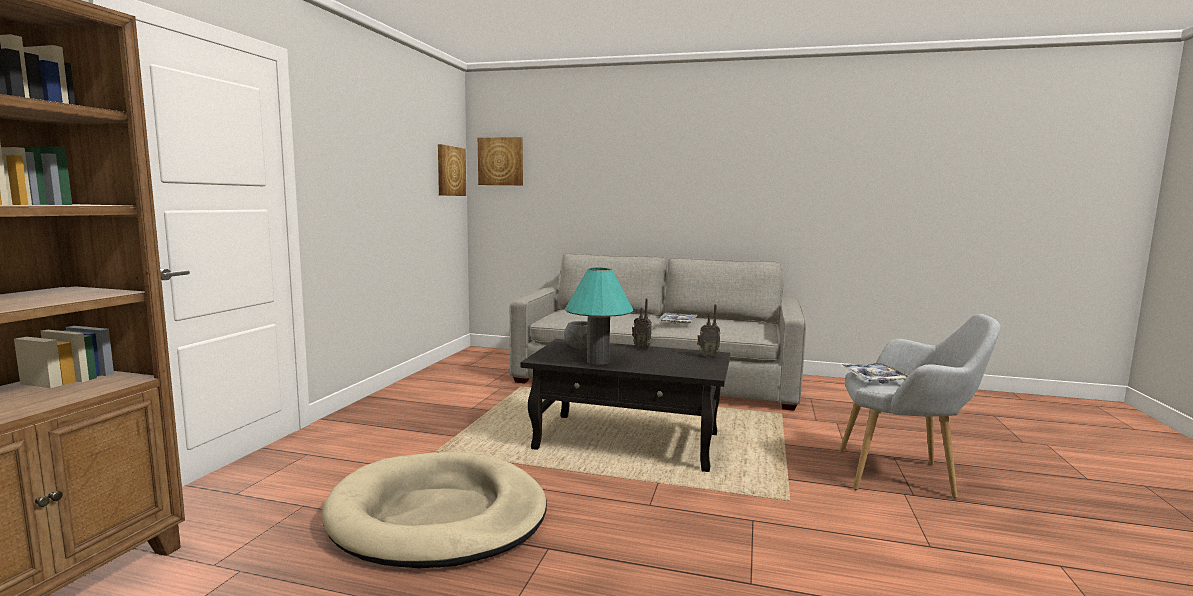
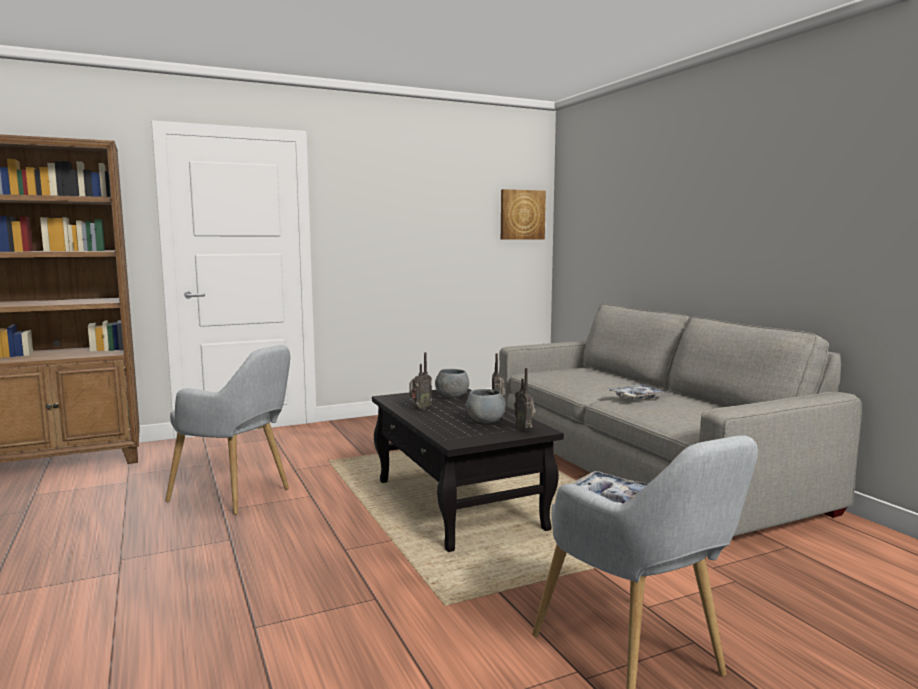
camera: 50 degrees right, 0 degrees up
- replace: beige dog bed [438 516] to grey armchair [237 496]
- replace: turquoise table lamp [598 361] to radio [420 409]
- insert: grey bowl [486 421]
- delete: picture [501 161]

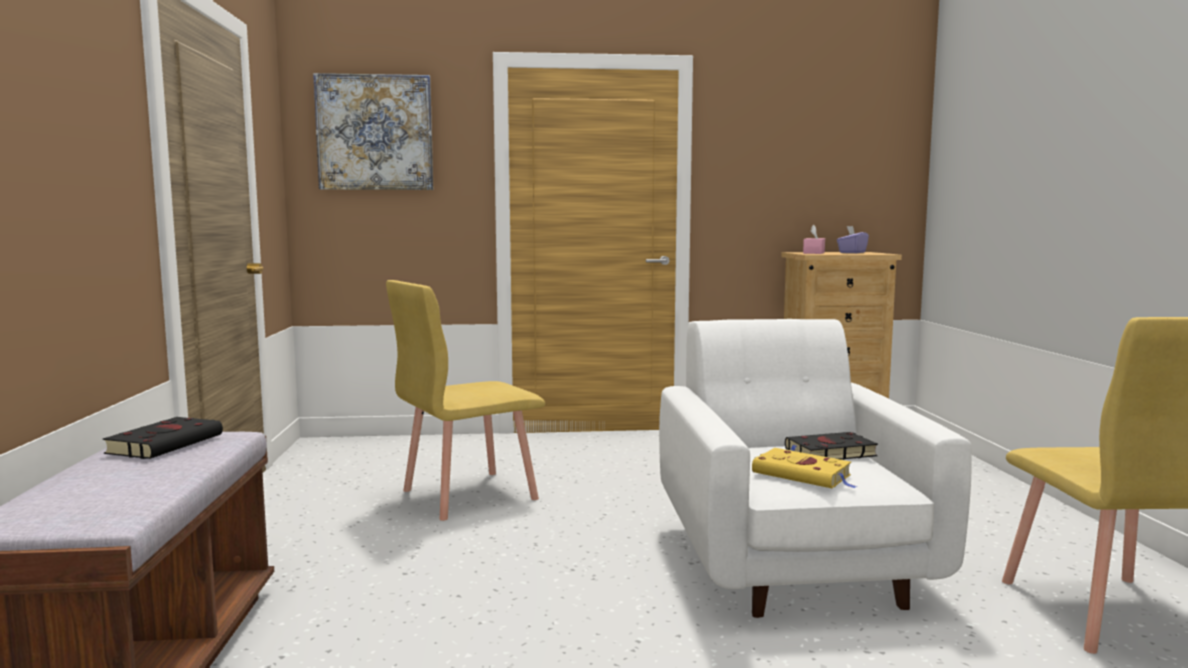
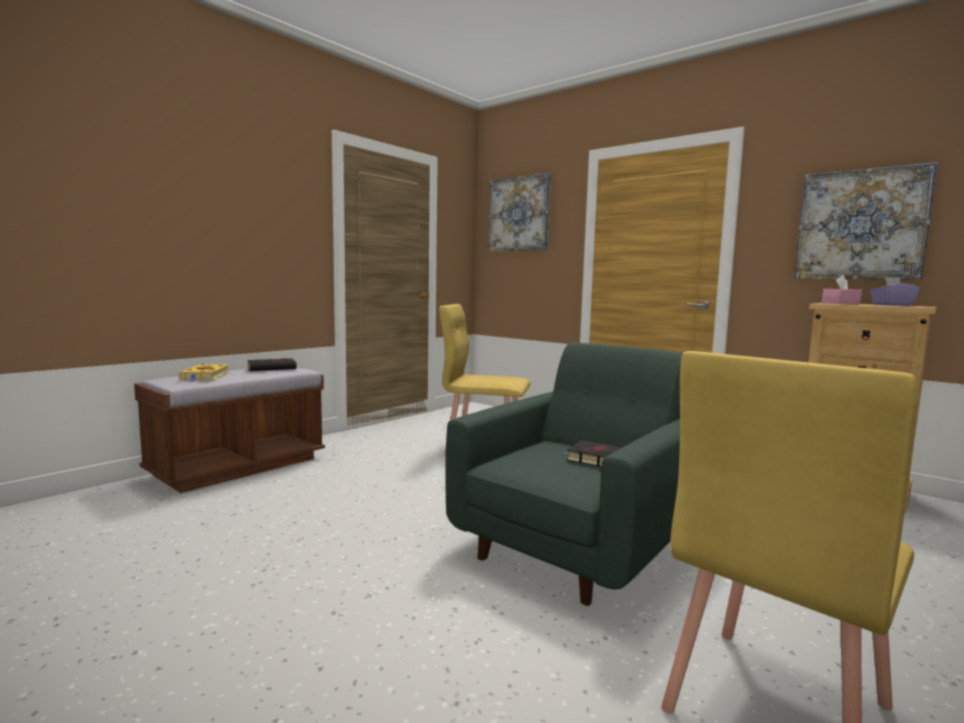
camera: 45 degrees right, 0 degrees up
- move: yellow book [804 475] to [205 376]
- recolor: white armchair [790 559] to green armchair [581 544]
- insert: picture [861 225]

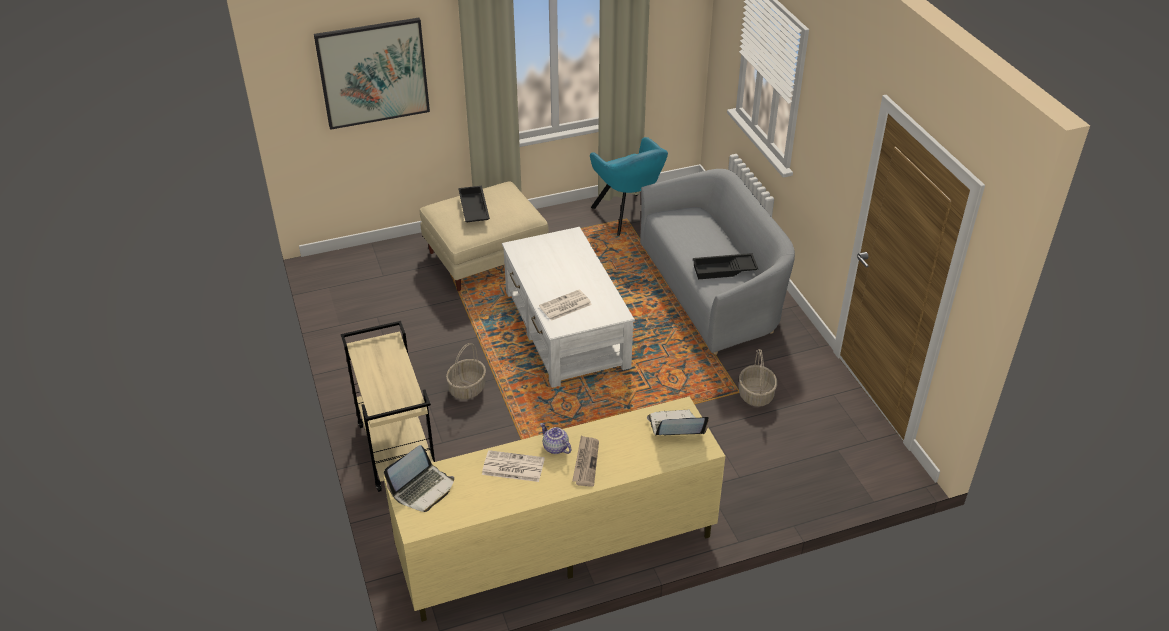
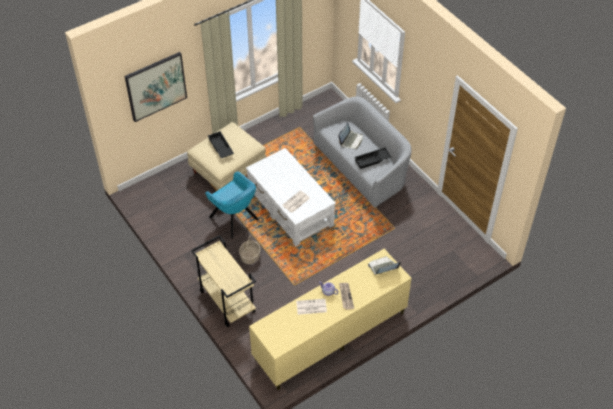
camera: 15 degrees left, 10 degrees up
- move: turquoise armchair [629 216] to [235 219]
- move: laptop [423 489] to [351 140]
- delete: basket [756 395]

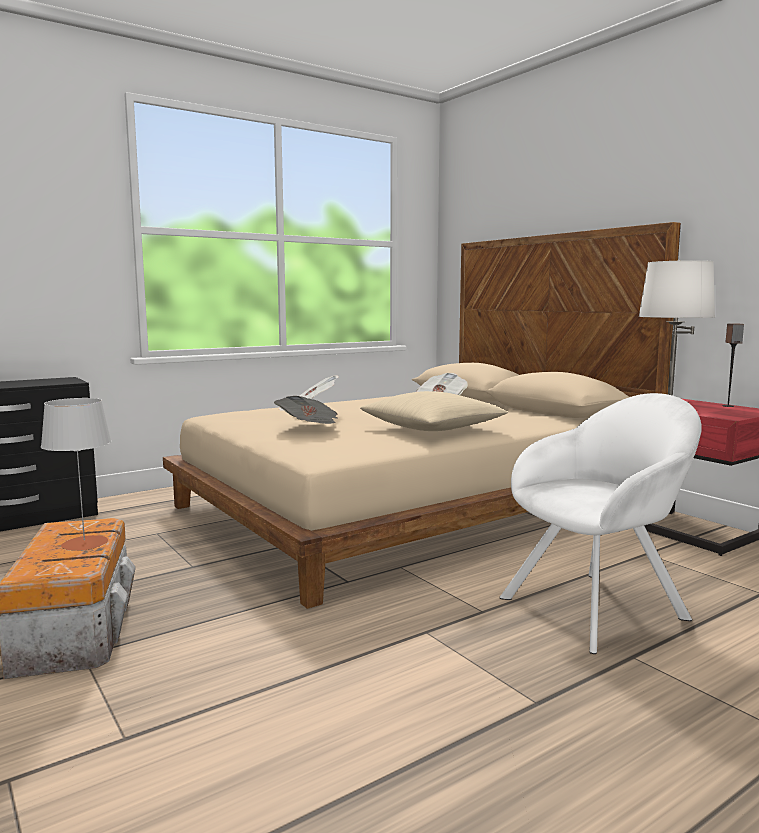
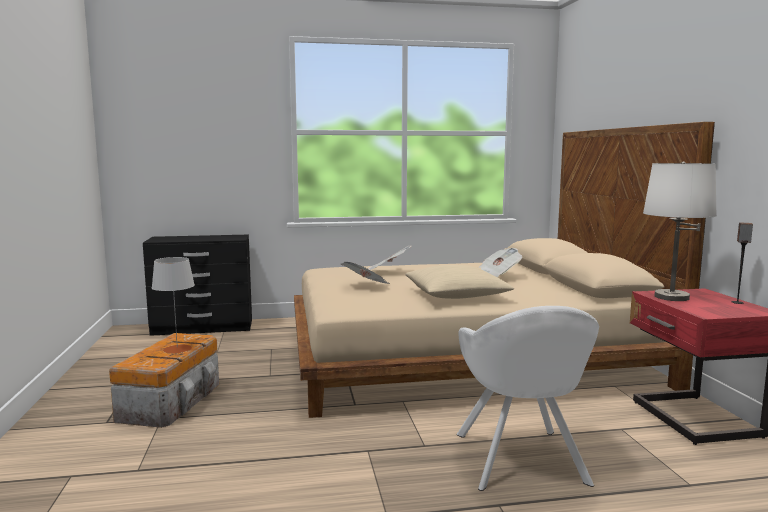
camera: 25 degrees right, 0 degrees up
- rotate: white armchair [600 606] = [521 462] 90 degrees clockwise

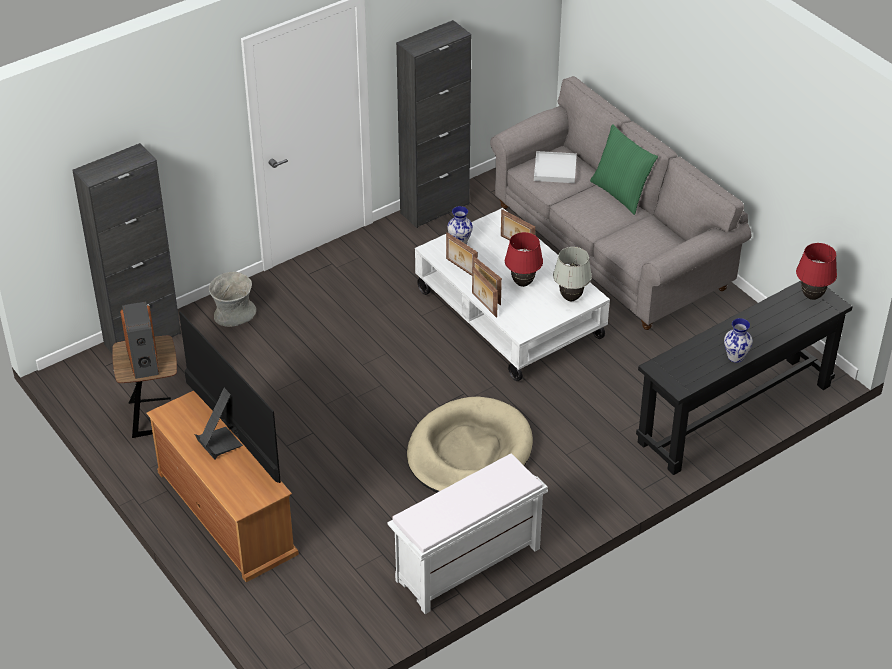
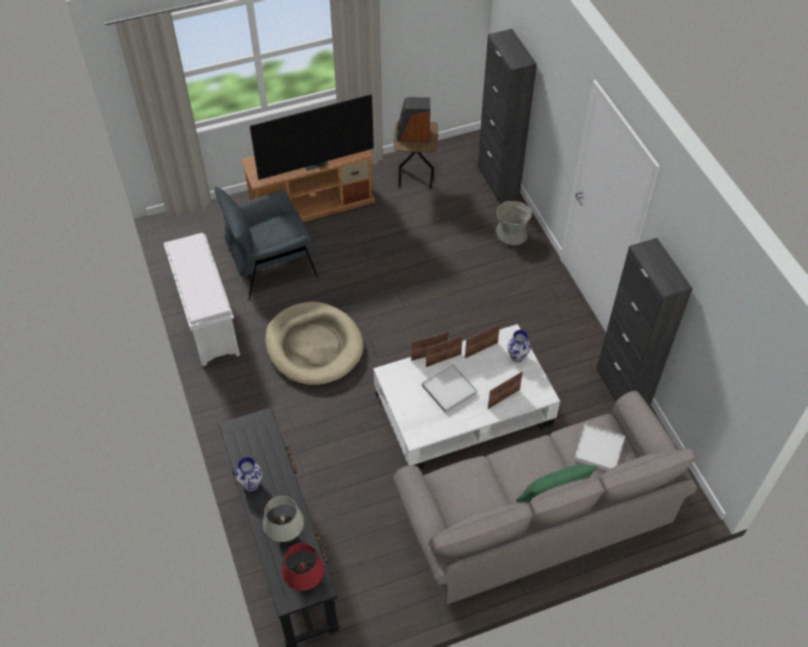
camera: 105 degrees right, 10 degrees up
- insert: grey armchair [271 264]
- move: white table lamp [571 298] to [286 536]
- replace: red table lamp [523 283] to white tray [449 389]

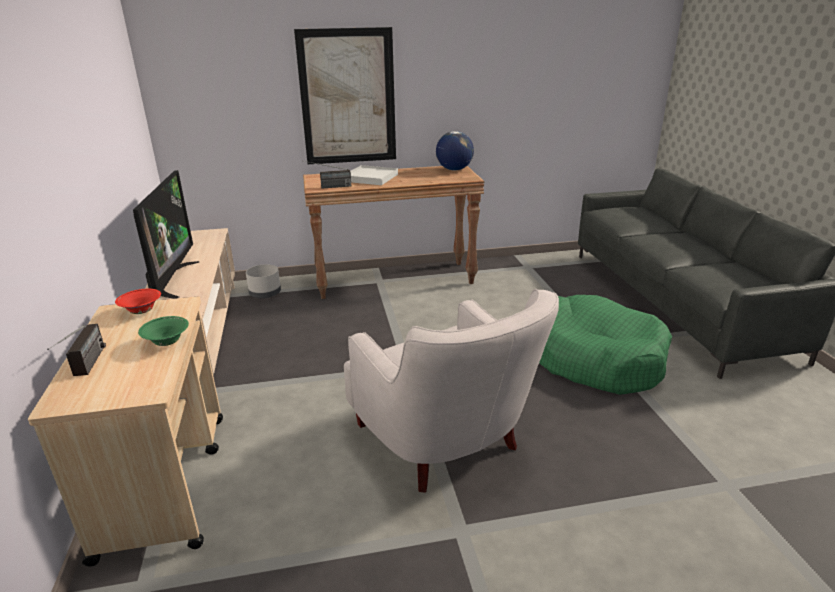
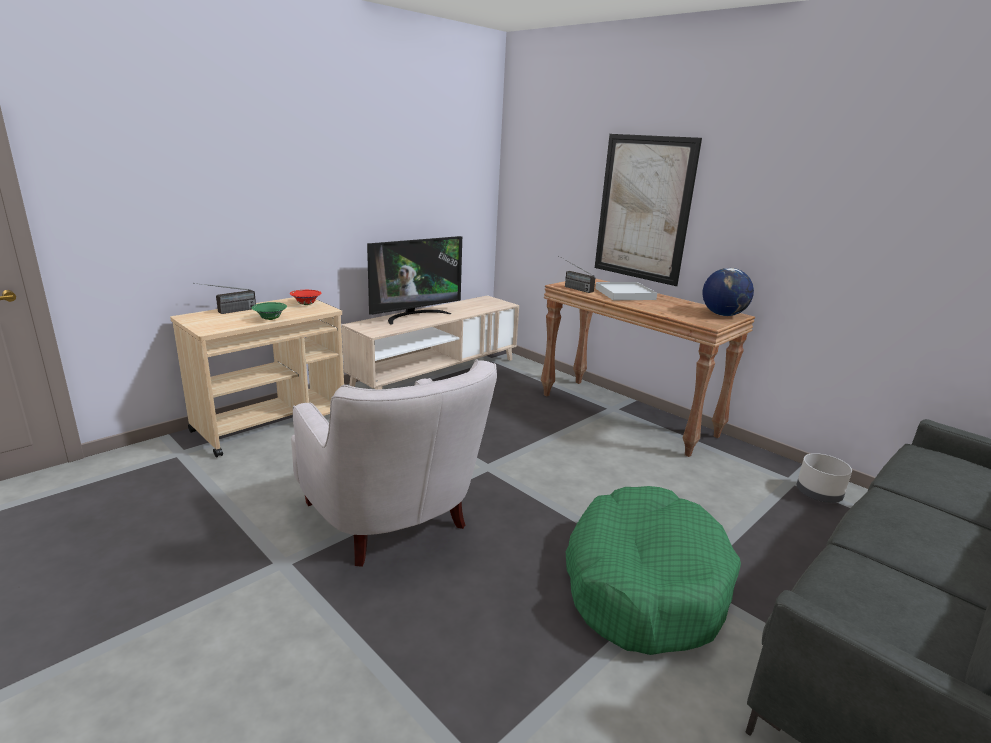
camera: 55 degrees right, 5 degrees down
- rotate: white armchair [445 442] = [393 521] 60 degrees counterclockwise
- move: grey planter [265 293] to [819 494]

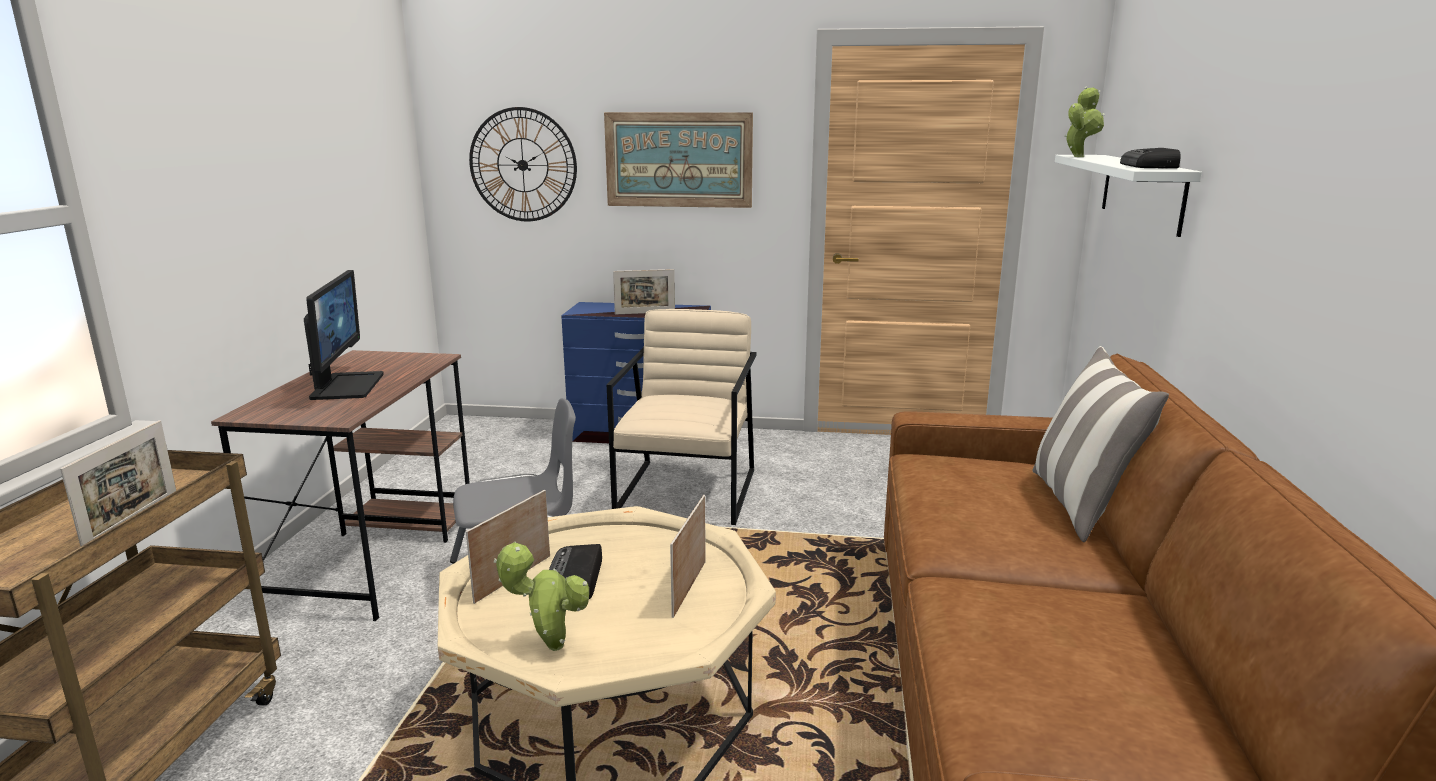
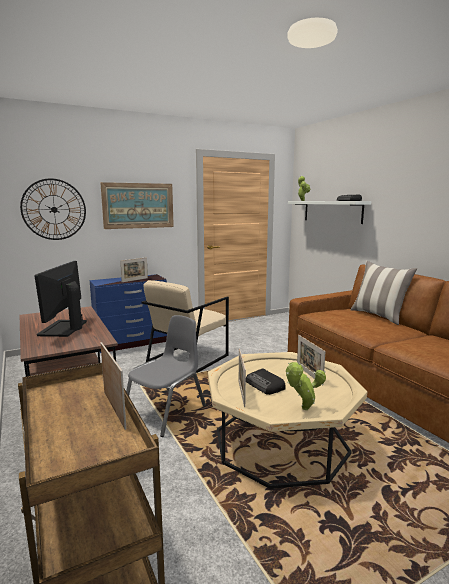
camera: 35 degrees left, 5 degrees down
- rotate: monitor [346 386] = [64 328] 135 degrees counterclockwise
- rotate: beige armchair [688 491] = [187 358] 120 degrees counterclockwise

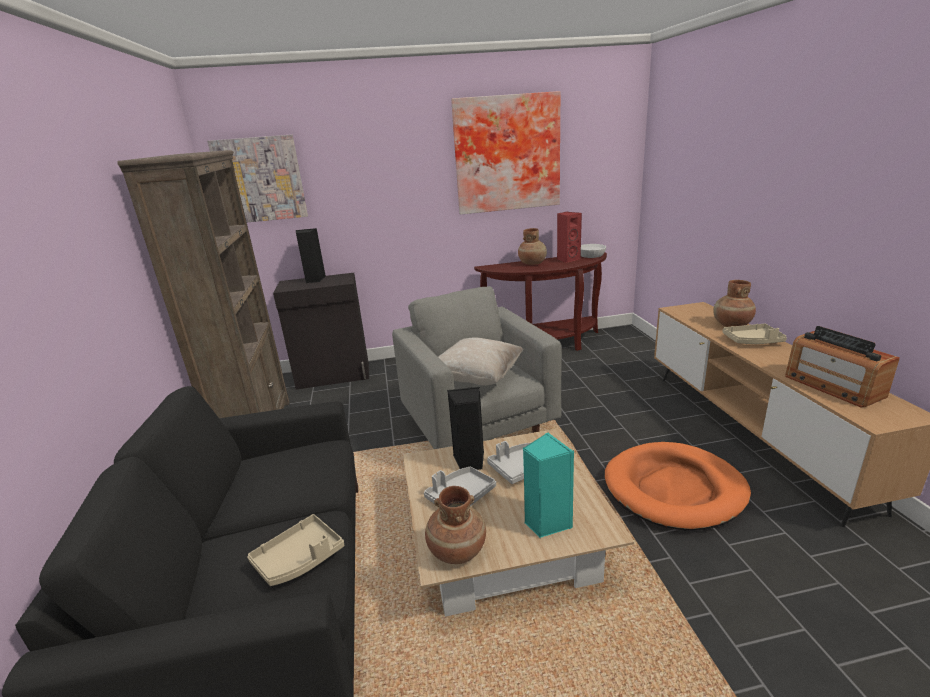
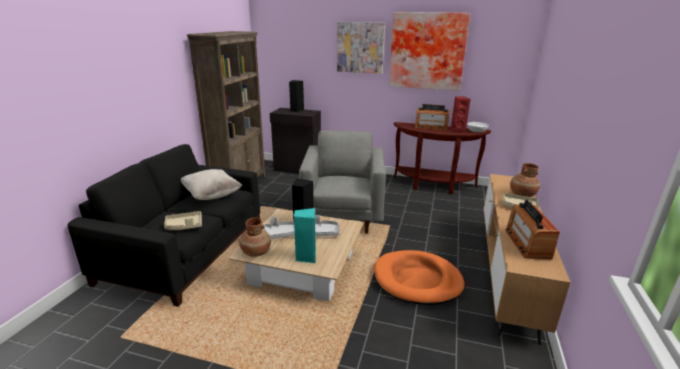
camera: 25 degrees right, 0 degrees up
- move: beige pillow [477 378] to [212 195]
- move: picture [260 179] to [360 47]
- replace: brown vase [532 263] to radio [431 127]

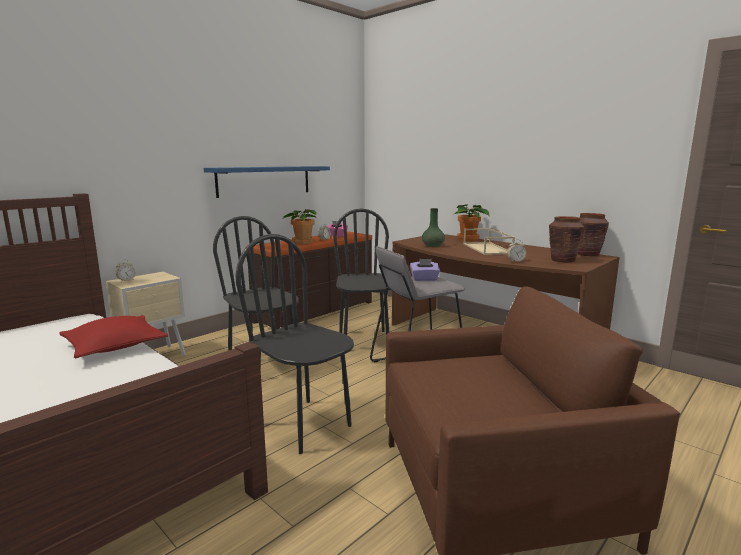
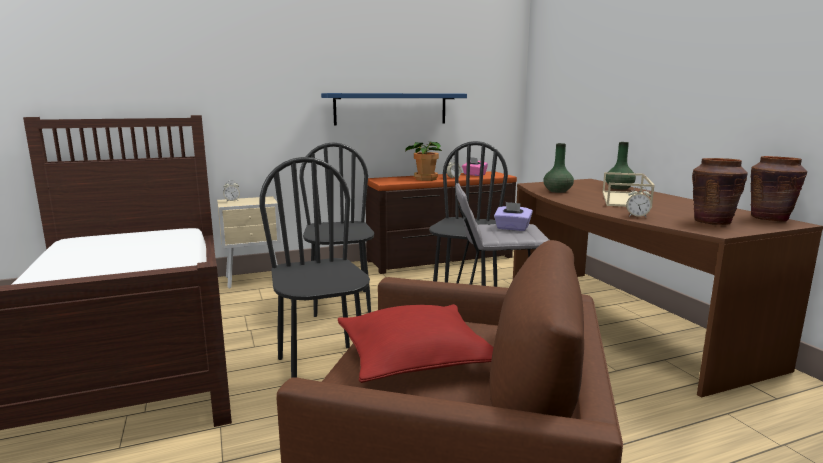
camera: 25 degrees right, 0 degrees up
- move: red pillow [115 346] to [415 357]
- replace: potted plant [468 239] to green vase [619 188]

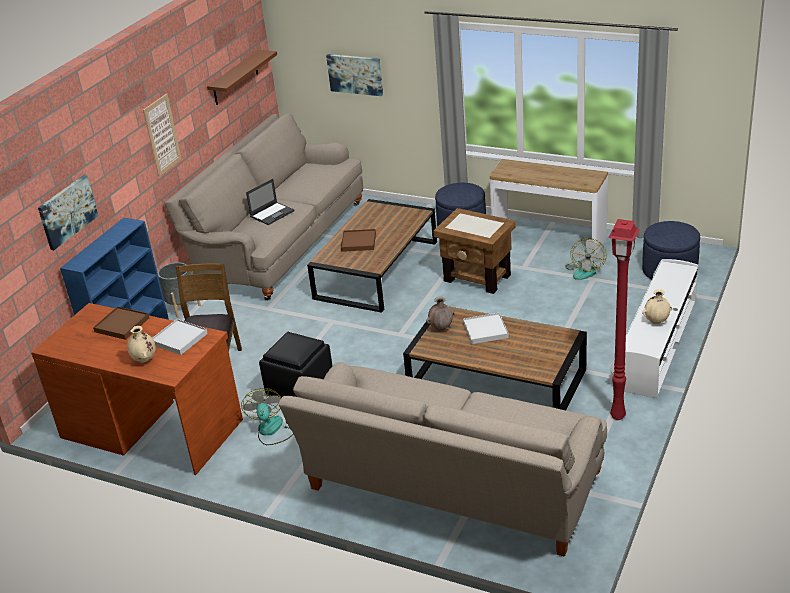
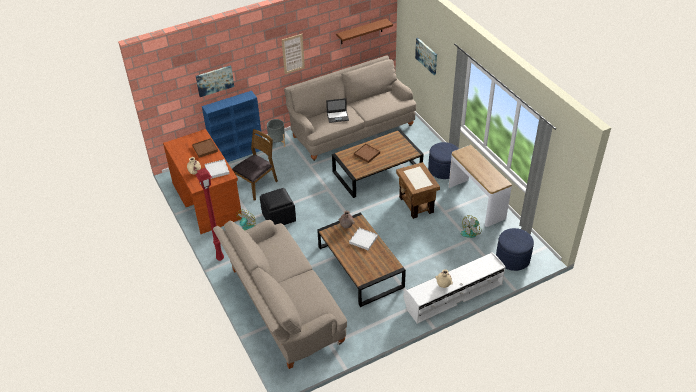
camera: 35 degrees right, 10 degrees up
- move: red floor lamp [616 416] to [219 258]

